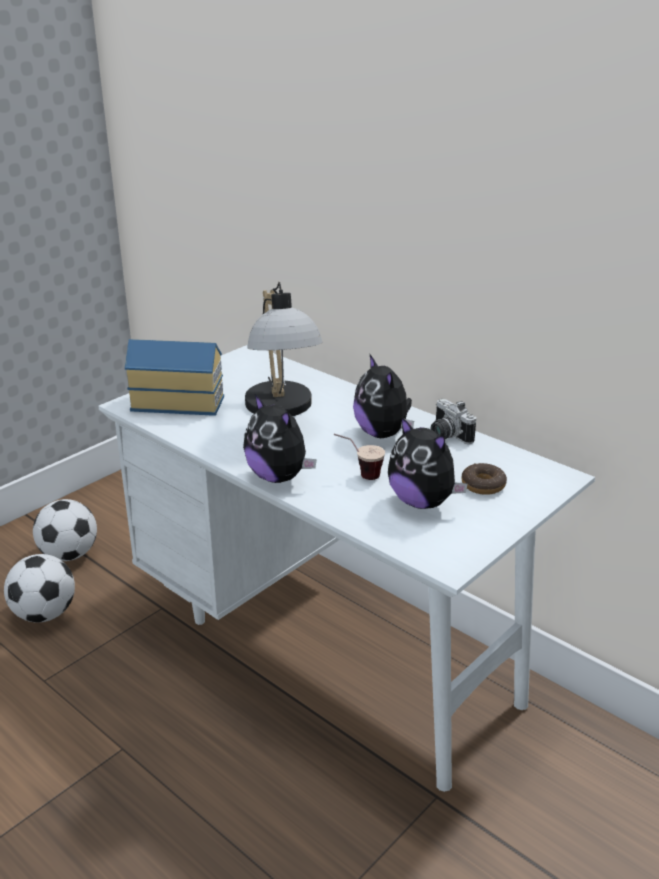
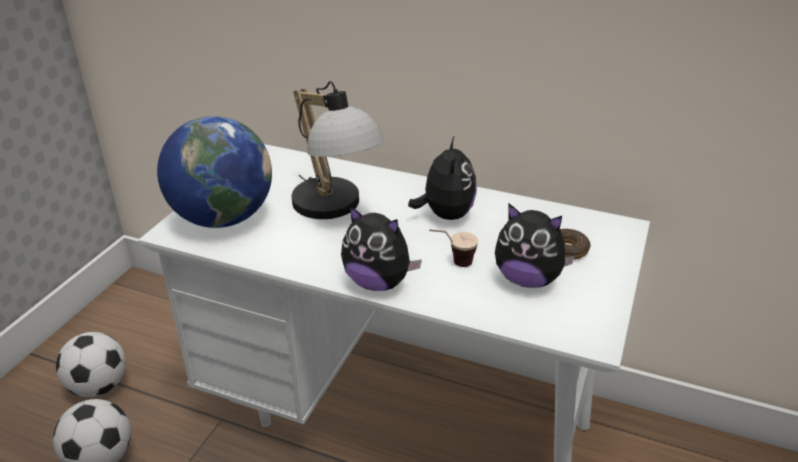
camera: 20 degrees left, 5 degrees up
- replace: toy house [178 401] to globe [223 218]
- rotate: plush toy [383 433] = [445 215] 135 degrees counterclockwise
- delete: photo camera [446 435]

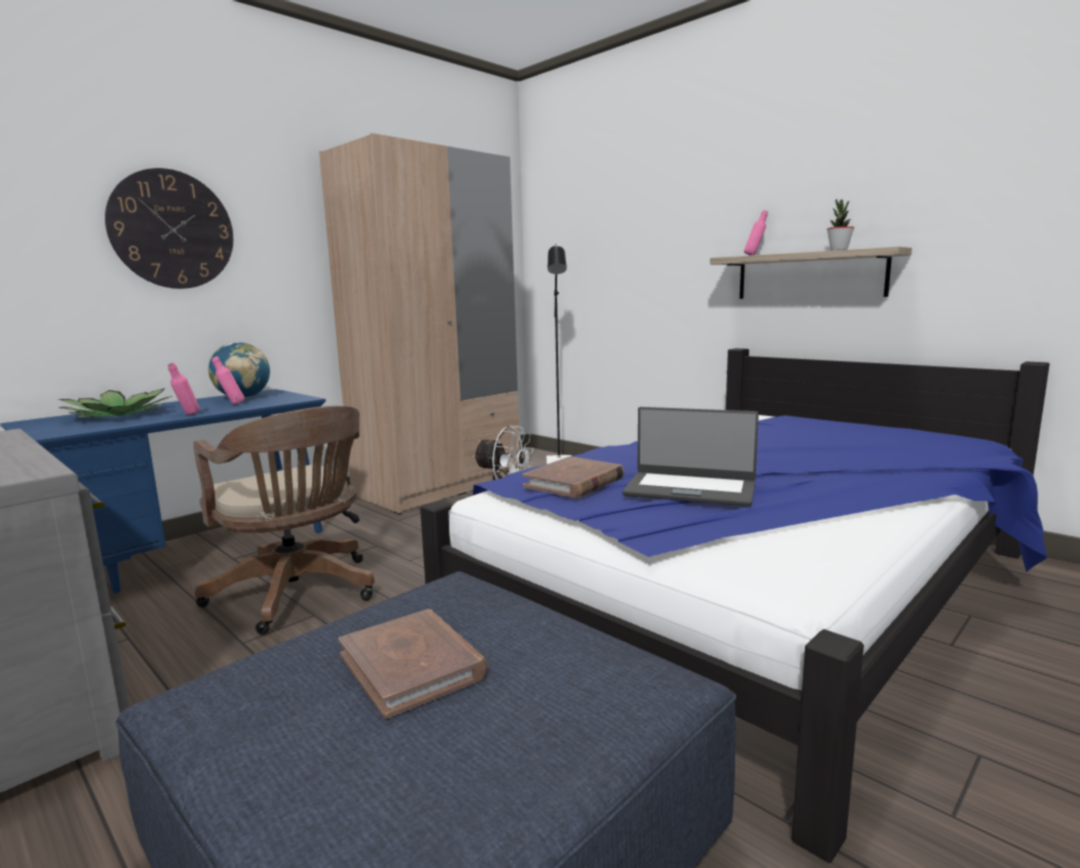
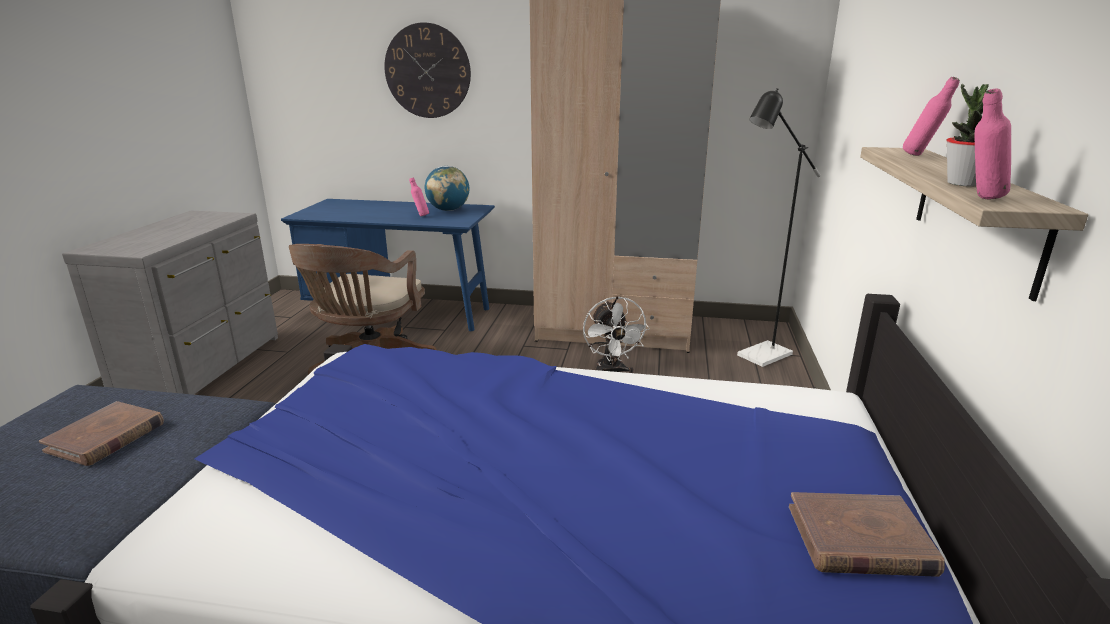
camera: 55 degrees right, 10 degrees up
- move: brown book [574 482] to [860 540]
- move: pink bottle [187 415] to [981 199]
- delete: potted plant [119 415]
- delete: laptop [690 489]

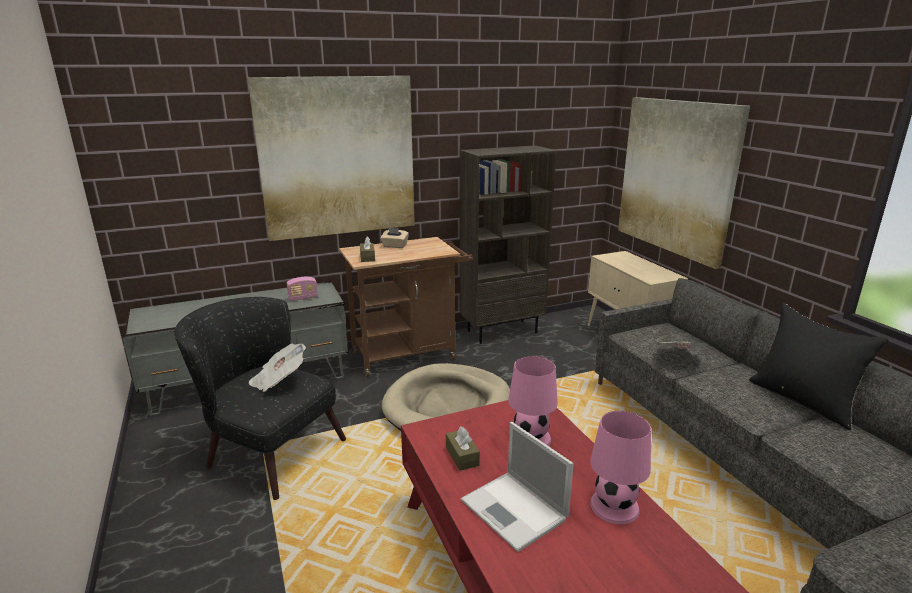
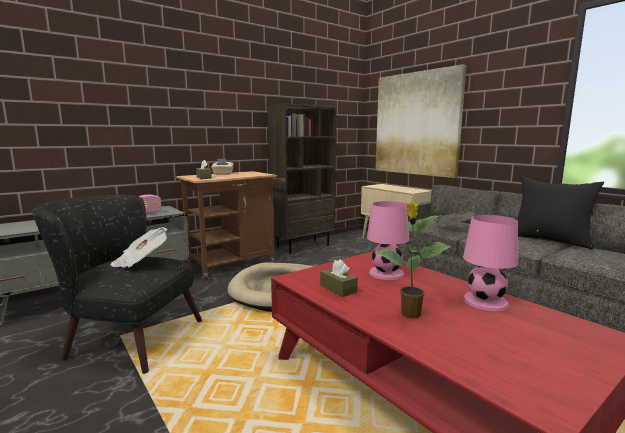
camera: 15 degrees left, 10 degrees down
- replace: laptop [515 511] to potted plant [410 314]
- delete: picture [338 157]

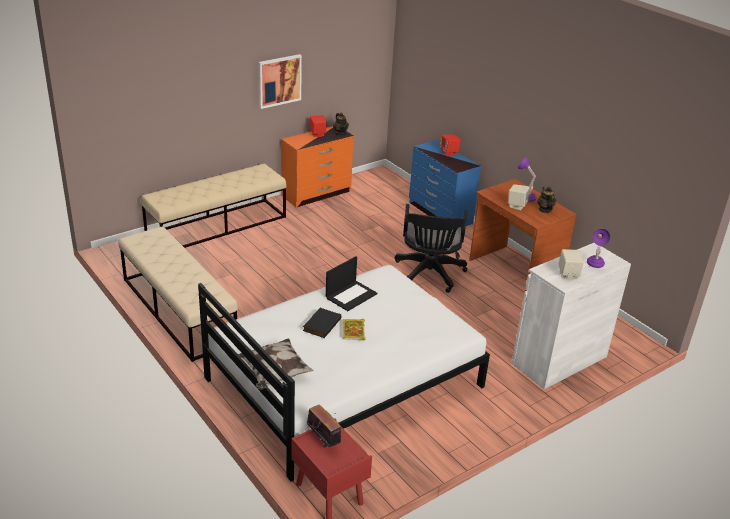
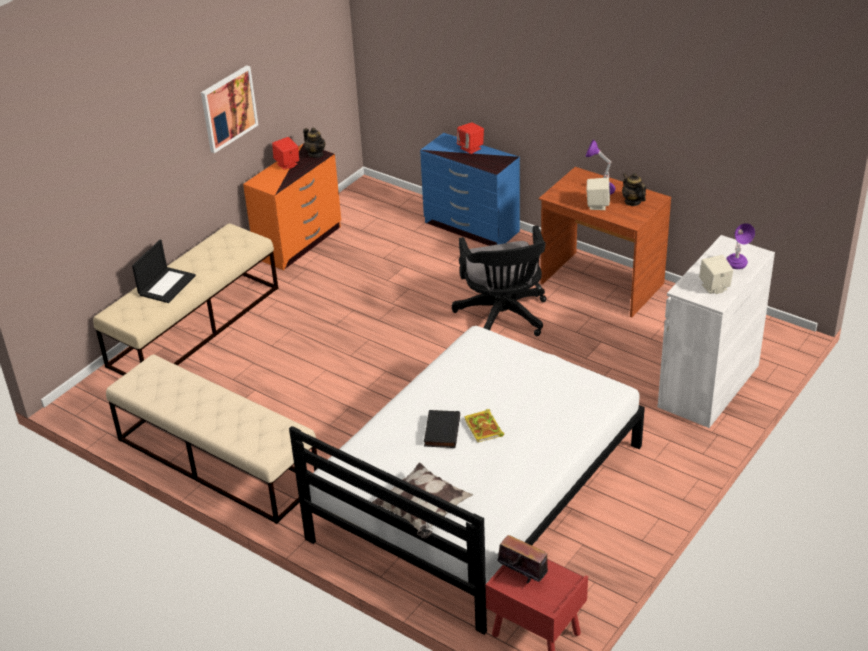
camera: 15 degrees left, 5 degrees up
- move: laptop [351 295] to [167 285]

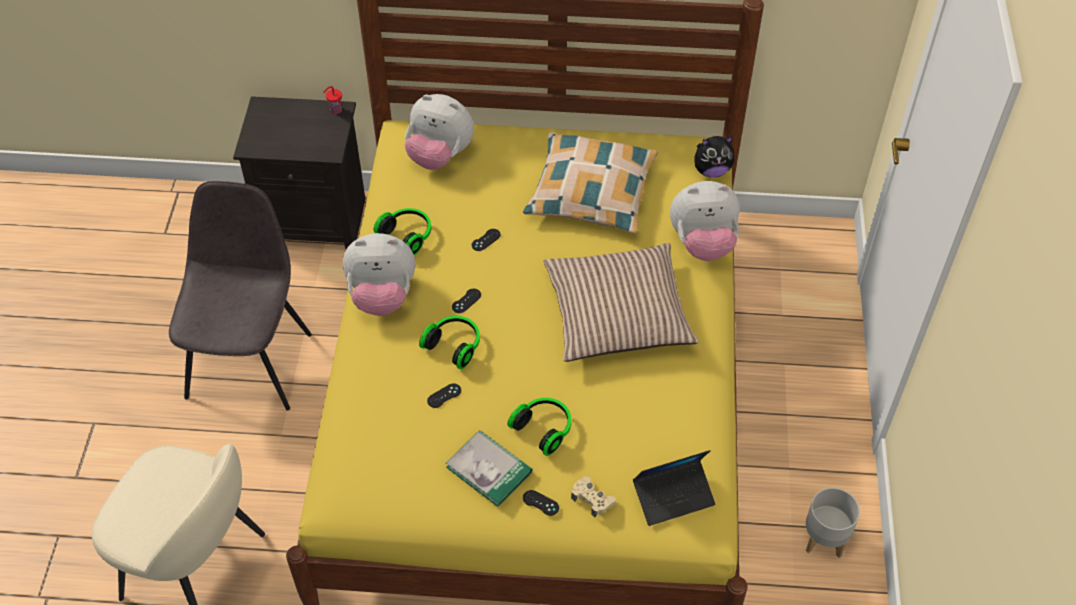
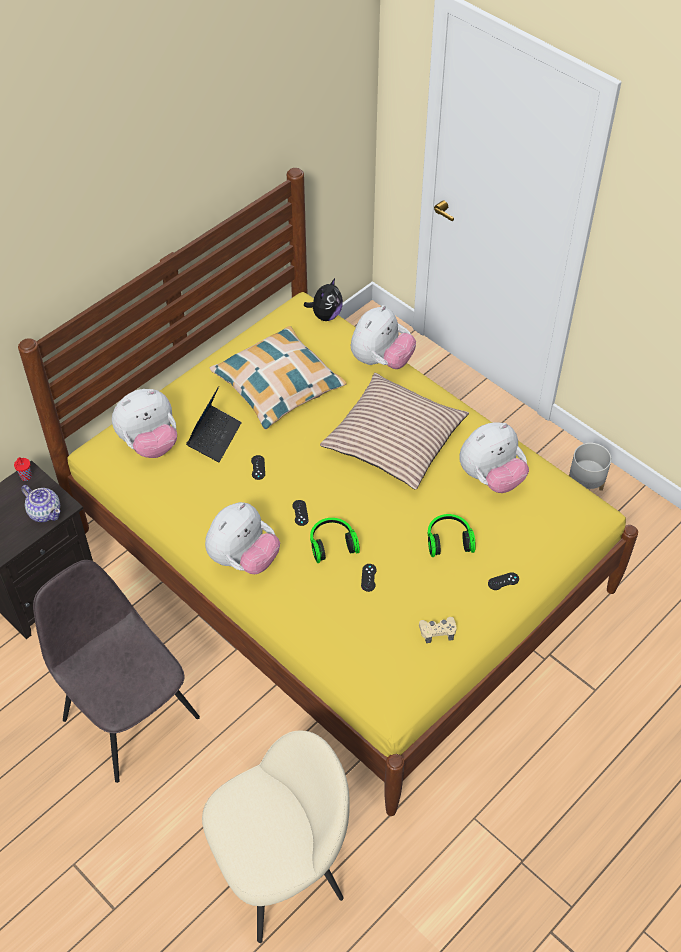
camera: 50 degrees left, 0 degrees up
- insert: teapot [45 512]
- move: laptop [673 496] to [214 437]
- move: beige game controller [592 499] to [437 631]
- insert: plush toy [491 477]
- delete: headphones [408 236]
- delete: book [489 469]

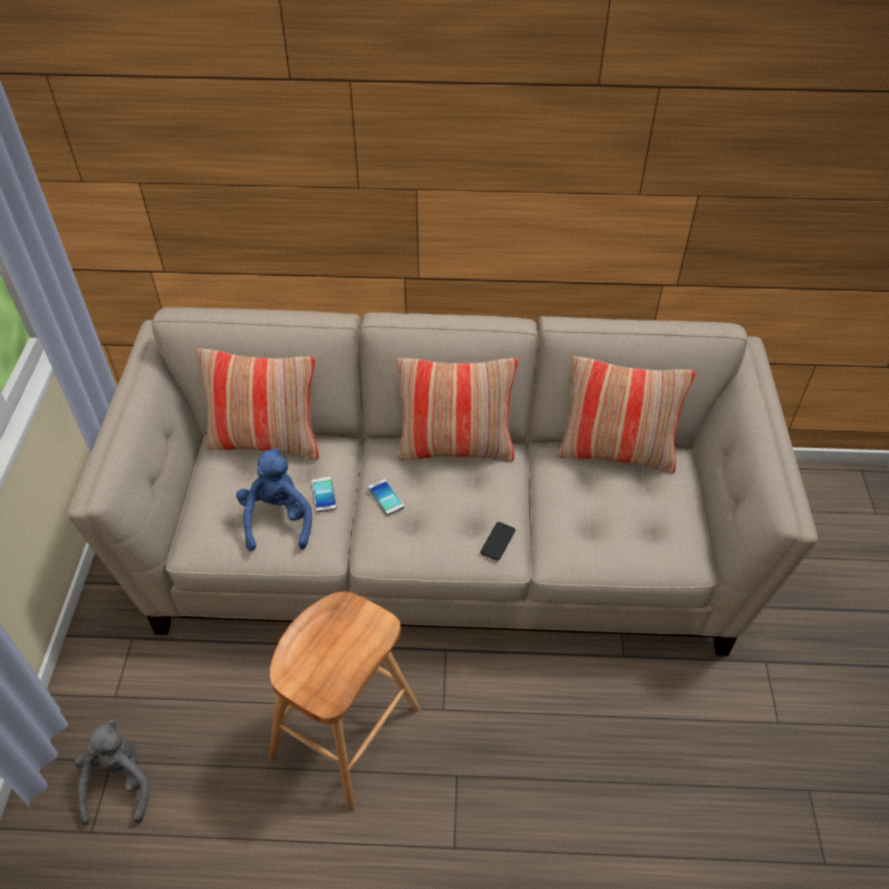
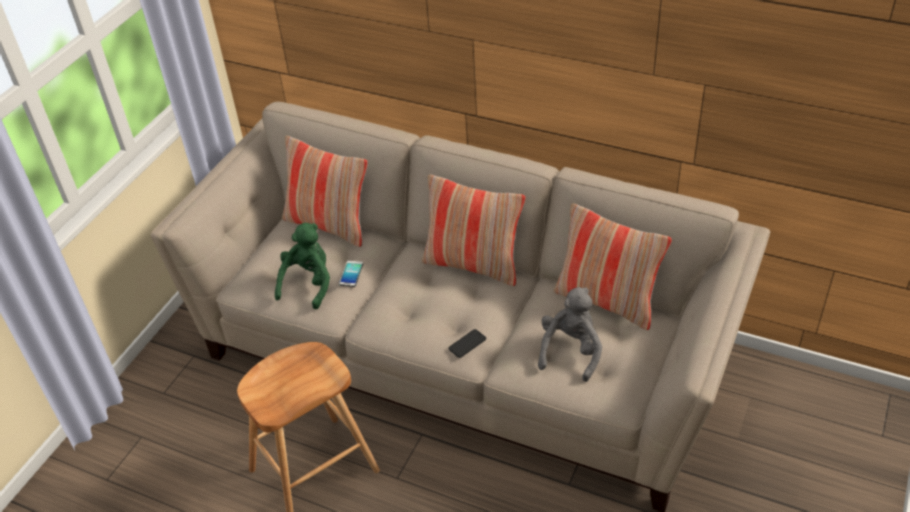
camera: 25 degrees right, 5 degrees down
- recolor: blue plush toy [278 520] to green plush toy [308 283]
- move: grey plush toy [119 783] to [571 351]
- delete: phone [386 497]

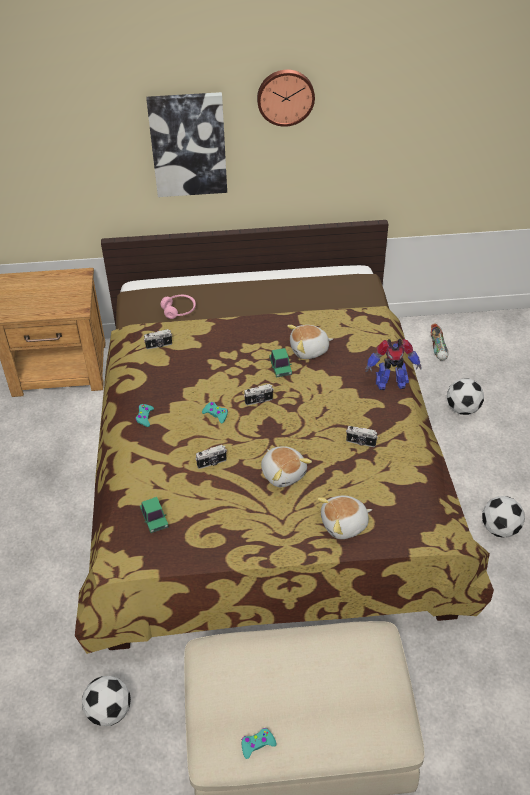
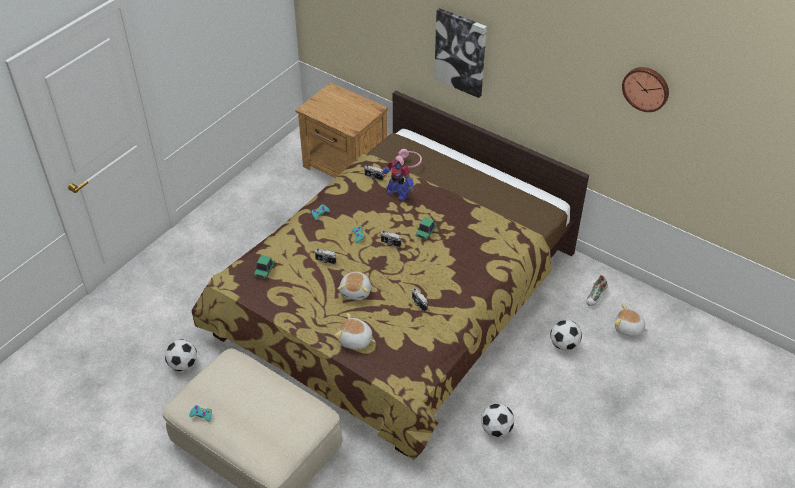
camera: 40 degrees right, 0 degrees up
- move: toy robot [390 383] to [398 193]
- move: plush toy [309 350] to [628 328]
- move: wall clock [285 96] to [646 88]

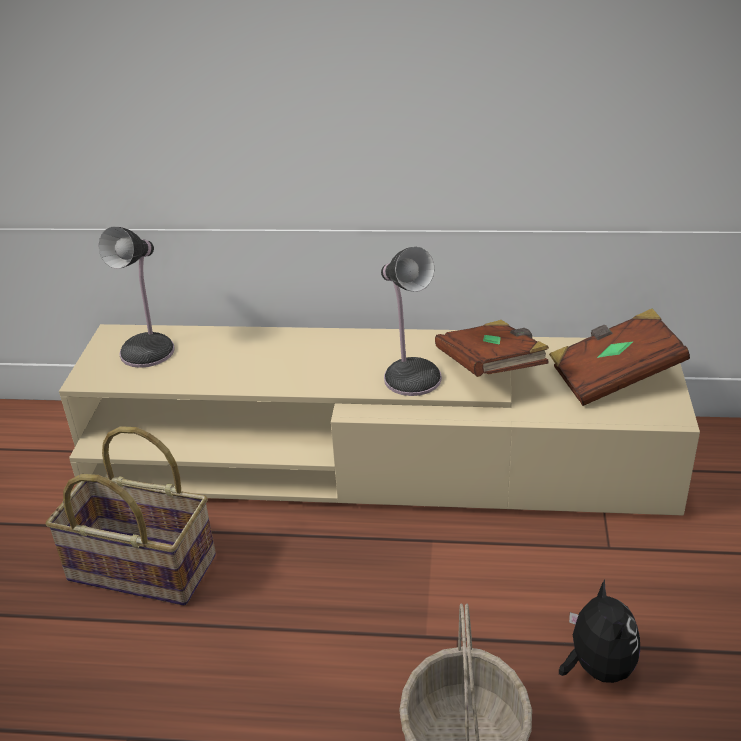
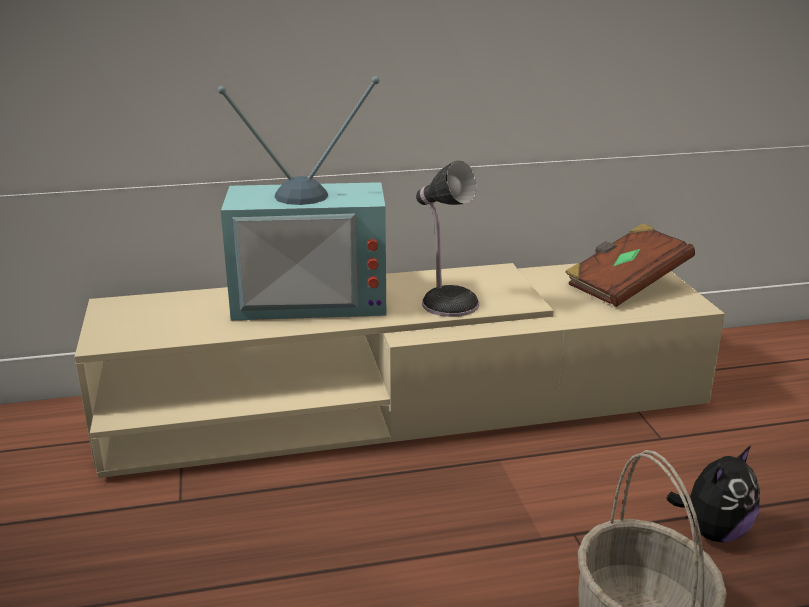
camera: 20 degrees left, 10 degrees down
- insert: television [312 298]
- rotate: plush toy [597 667] = [713 532] 75 degrees clockwise
- delete: basket [140 569]
- delete: table lamp [150 350]
- delete: brown book [491 368]

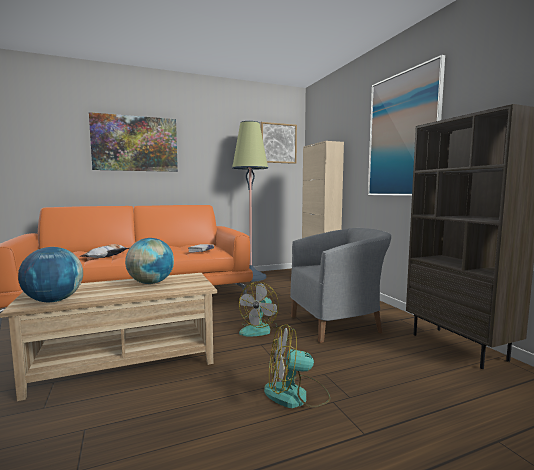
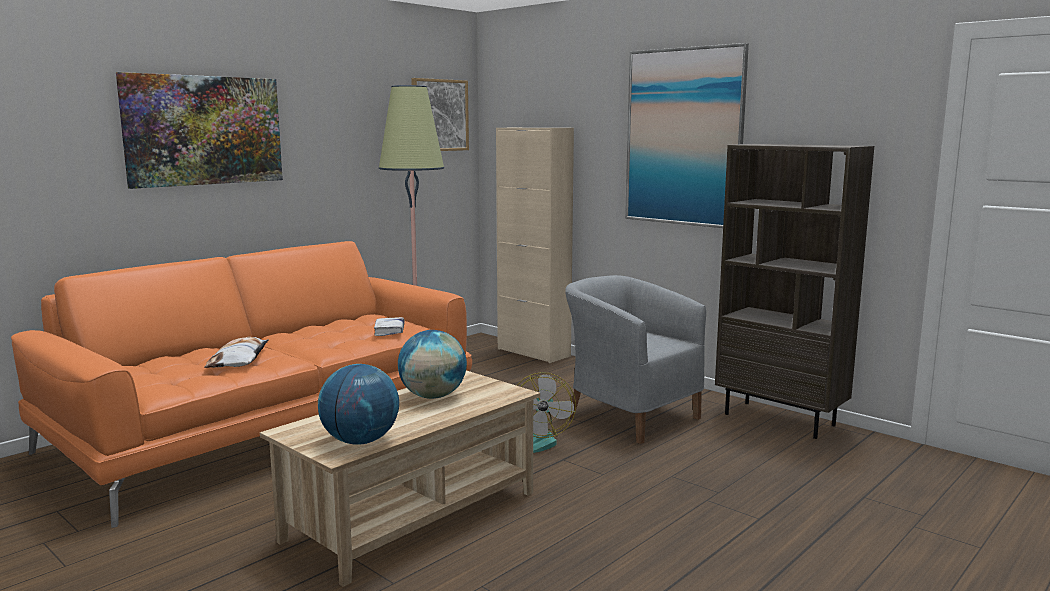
camera: 25 degrees left, 5 degrees up
- rotate: grey armchair [338 324] = [628 416] 90 degrees counterclockwise
- delete: fan [296 395]

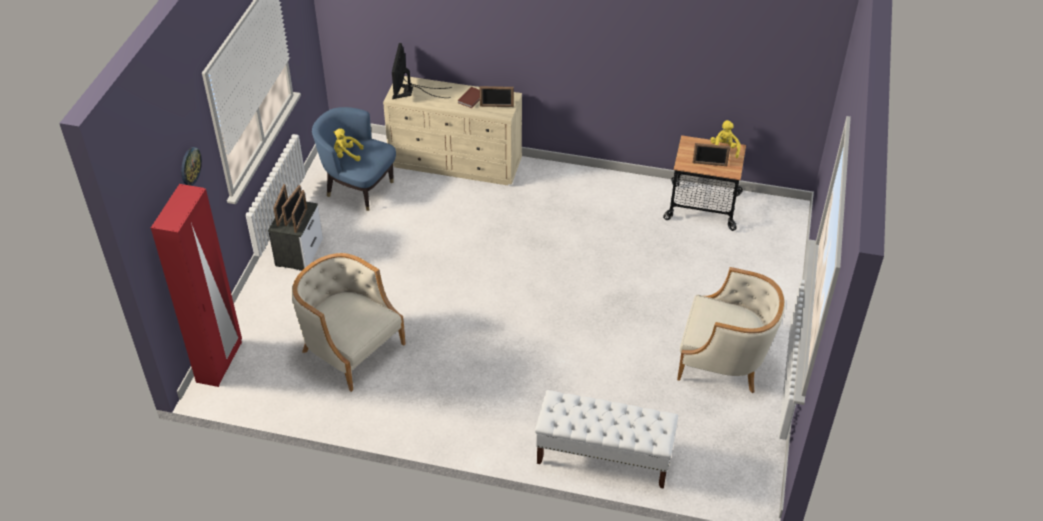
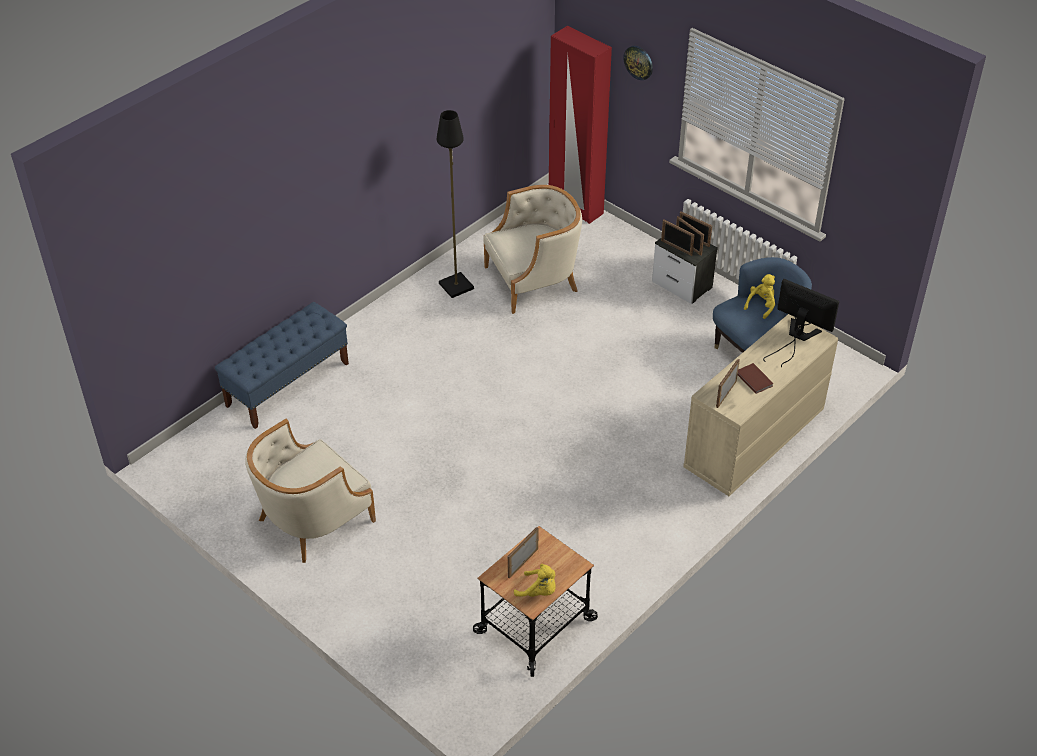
camera: 120 degrees right, 0 degrees up
- recolor: white bench [603 457] to blue bench [288 384]
- insert: black floor lamp [457 286]

